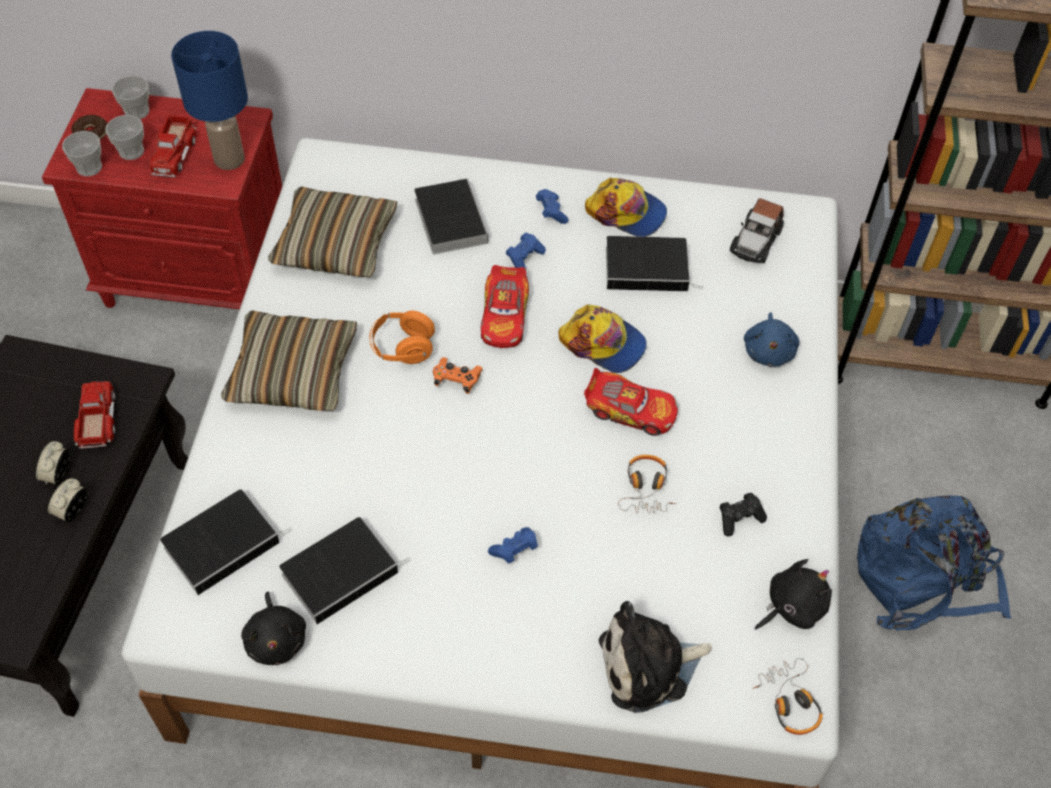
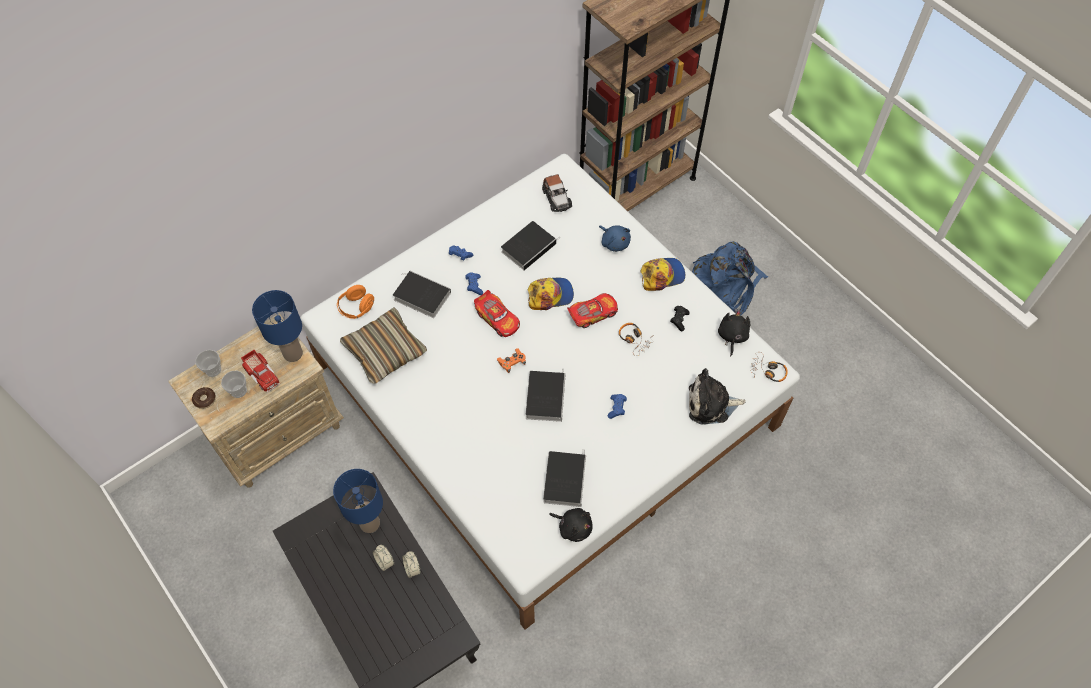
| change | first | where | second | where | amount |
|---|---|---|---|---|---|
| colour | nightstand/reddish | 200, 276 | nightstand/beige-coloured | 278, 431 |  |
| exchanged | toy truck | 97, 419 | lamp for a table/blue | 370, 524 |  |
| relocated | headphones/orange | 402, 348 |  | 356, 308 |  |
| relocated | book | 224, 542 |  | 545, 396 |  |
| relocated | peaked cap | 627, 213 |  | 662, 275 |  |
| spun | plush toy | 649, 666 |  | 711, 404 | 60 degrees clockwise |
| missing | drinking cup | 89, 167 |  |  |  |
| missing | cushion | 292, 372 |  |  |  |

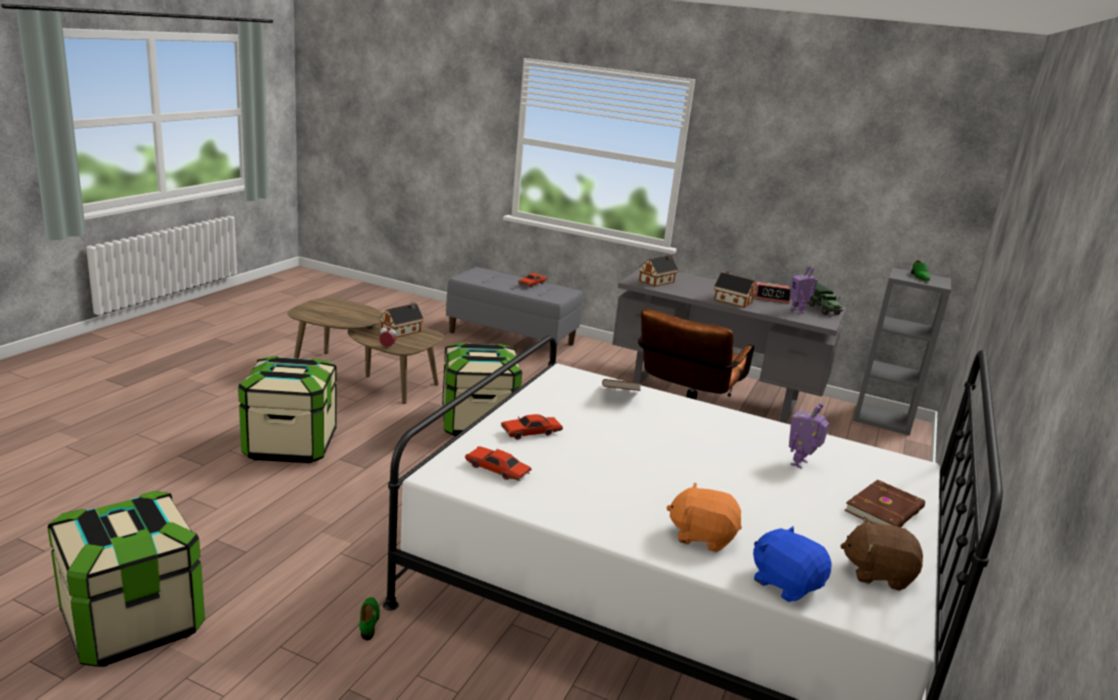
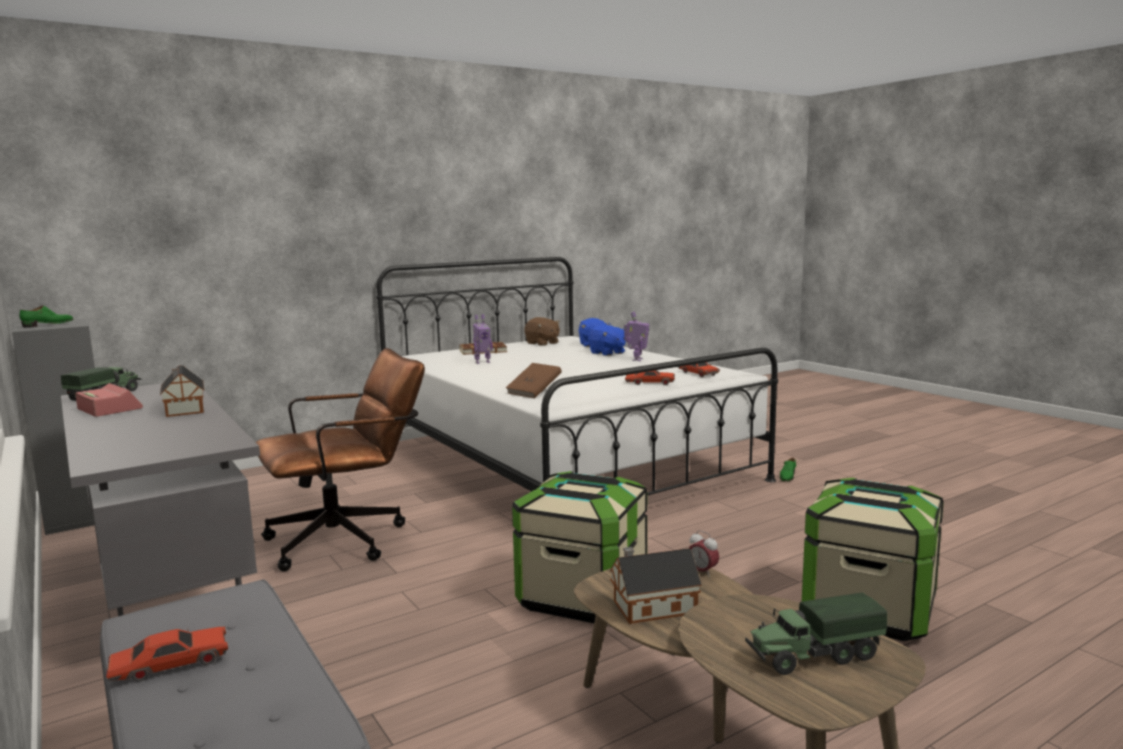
| change | first | where | second | where | amount |
|---|---|---|---|---|---|
| colour | plush toy/orange | 702, 536 | plush toy/blue | 607, 353 |  |
| relocated | robot figure | 798, 311 |  | 636, 359 |  |
| appeared |  |  | toy truck | 813, 656 |  |
| missing | storage box | 133, 623 |  |  |  |
| missing | miniature house | 658, 281 |  |  |  |

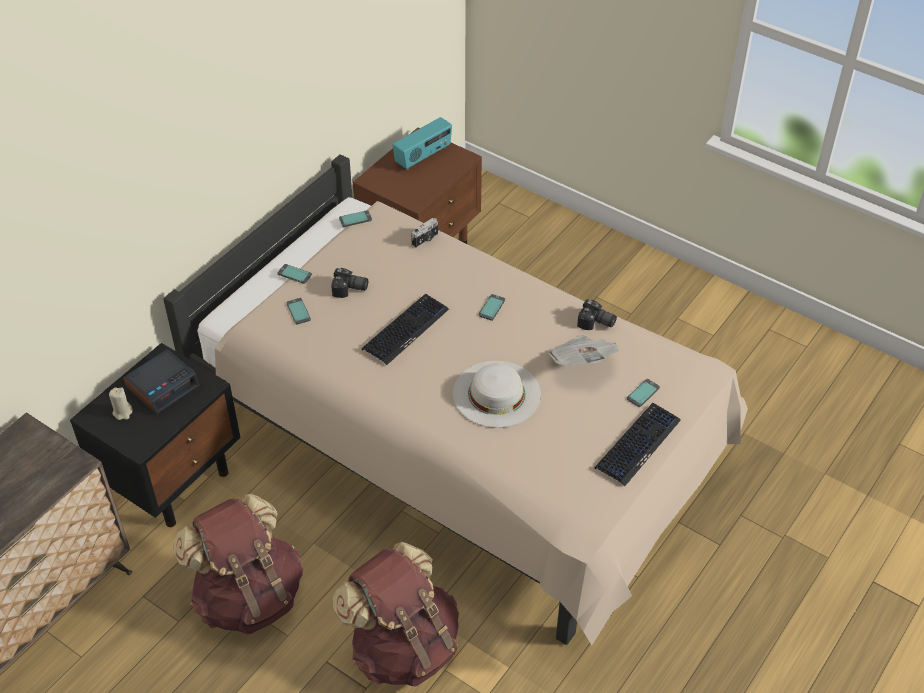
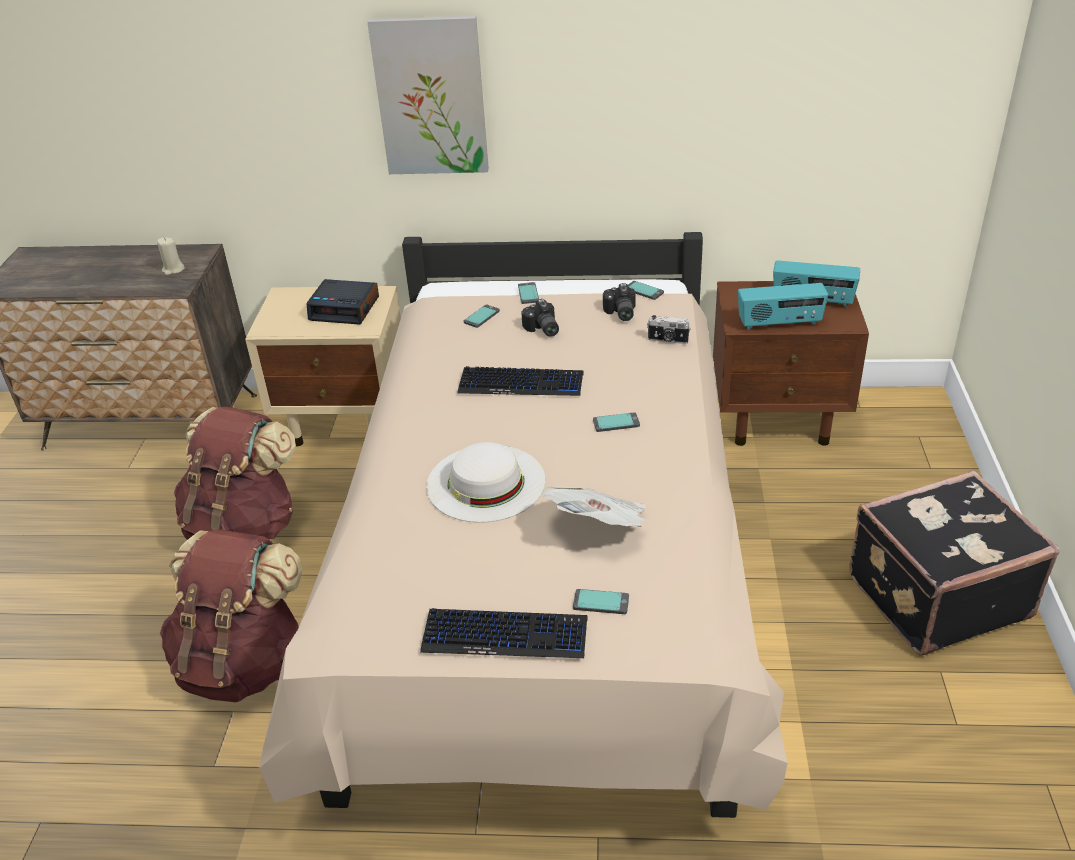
| change | first | where | second | where | amount |
|---|---|---|---|---|---|
| relocated | wax light/beige-coloured | 122, 412 |  | 173, 270 |  |
| colour | nightstand/blackish | 173, 479 | nightstand/beige-coloured | 346, 420 |  |
| appeared |  |  | wall picture | 431, 96 |  |
| relocated | still camera | 596, 323 |  | 619, 313 |  |
| appeared |  |  | radio set | 779, 324 |  |
| appeared |  |  | piece of luggage/blackish | 935, 595 |  |

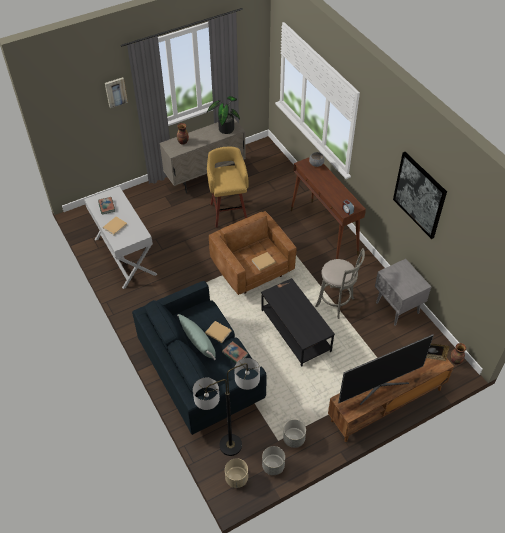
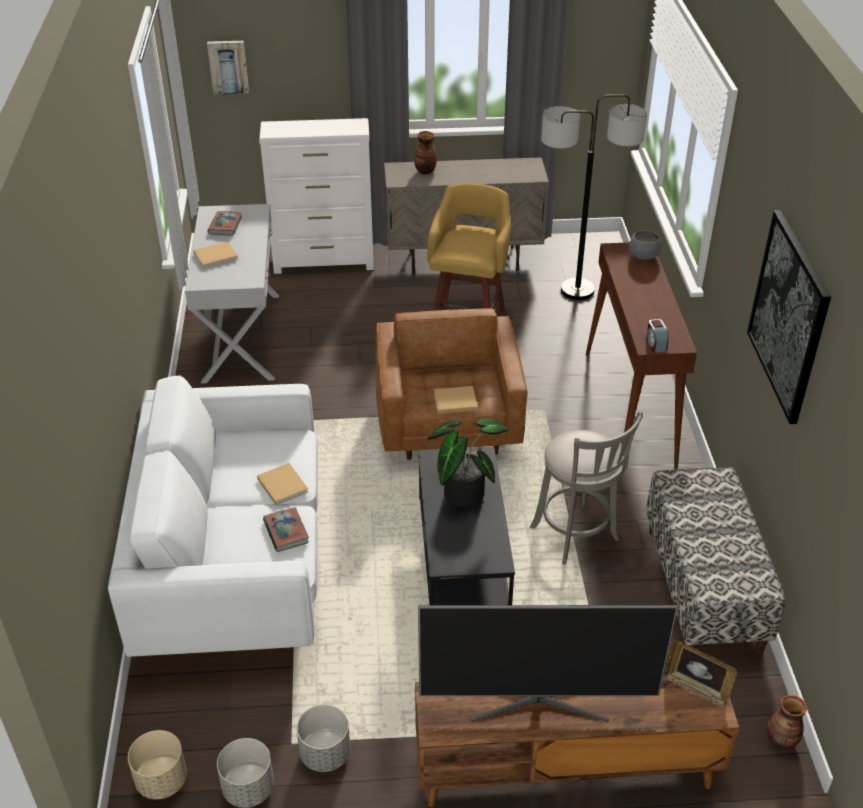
| change | first | where | second | where | amount |
|---|---|---|---|---|---|
| colour | sofa/blue | 201, 373 | sofa/white-coloured | 234, 563 |  |
| relocated | wall picture | 115, 92 |  | 228, 66 |  |
| appeared |  |  | chest of drawers/white-coloured | 324, 262 |  |
| relocated | potted plant | 225, 128 |  | 463, 490 |  |
| relocated | floor lamp | 230, 445 |  | 577, 290 |  |
| exchanged | nightstand/grey | 397, 308 | bench | 703, 589 |  |
| missing | cushion/green | 198, 342 |  |  |  |

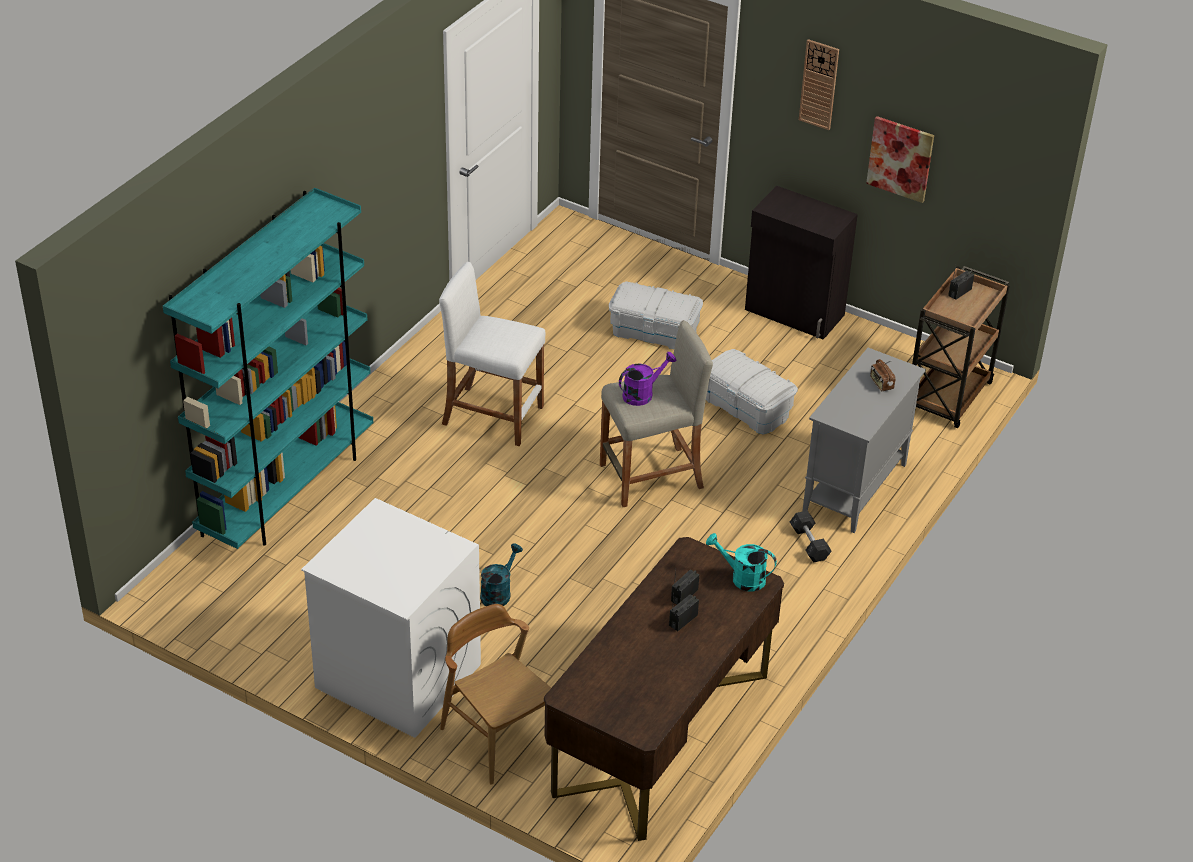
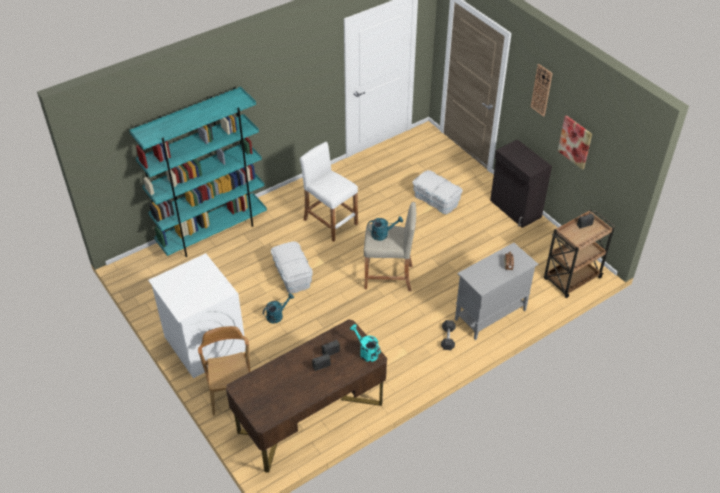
| change | first | where | second | where | amount |
|---|---|---|---|---|---|
| relocated | storage box/white-coloured | 746, 407 |  | 292, 275 |  |
| colour | watering can/purplish | 642, 394 | watering can/turquoise | 383, 234 |  |

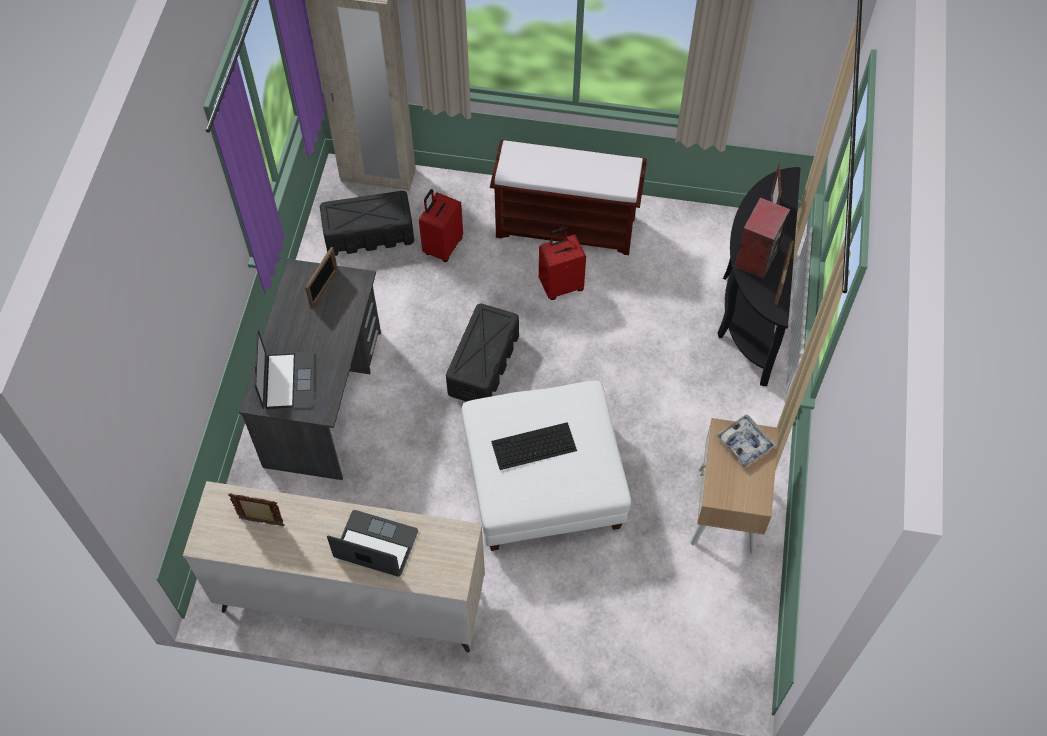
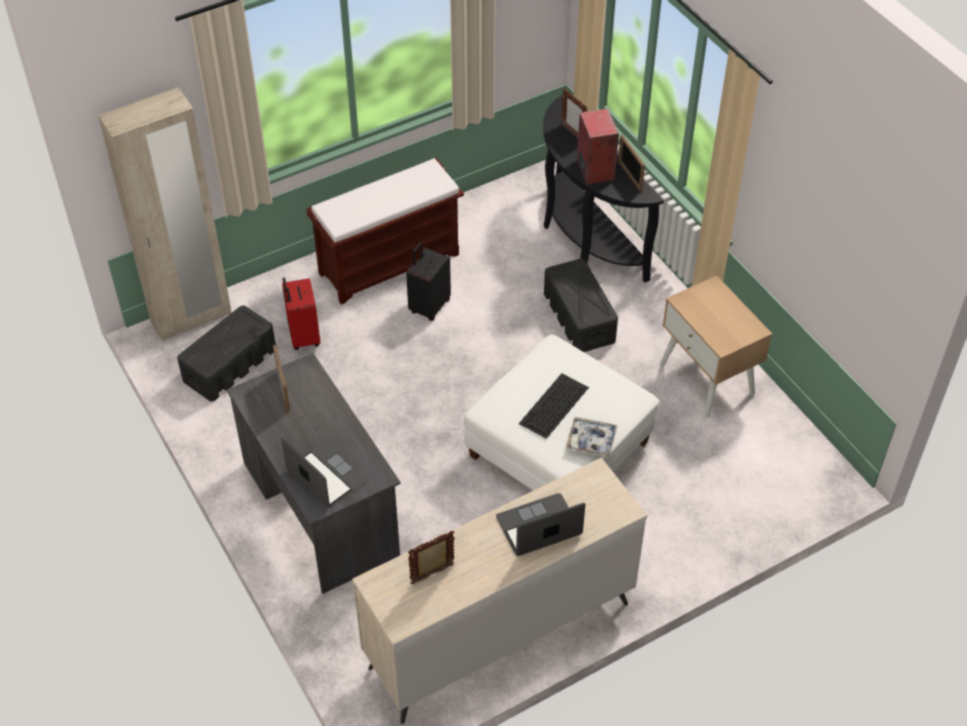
| change | first | where | second | where | amount |
|---|---|---|---|---|---|
| colour | piece of luggage/reddish | 561, 285 | piece of luggage/blackish | 429, 306 |  |
| relocated | storage box/blackish | 484, 364 |  | 578, 317 |  |
| relocated | tray | 744, 443 |  | 591, 440 |  |

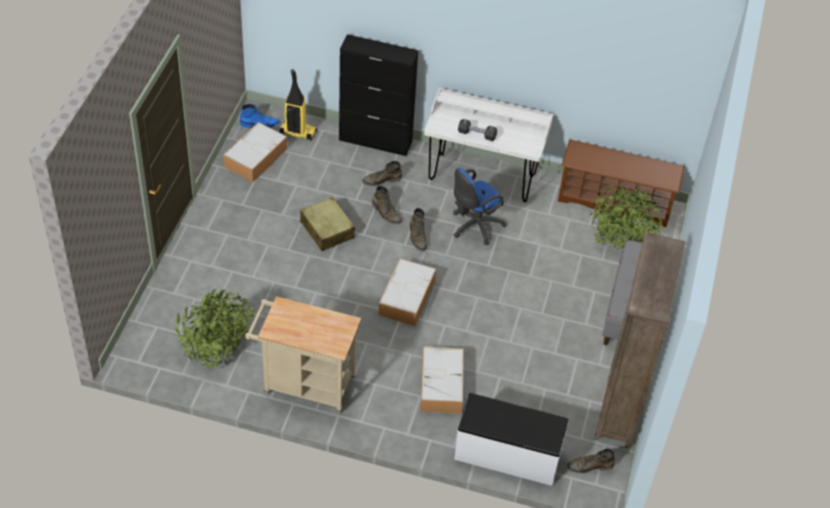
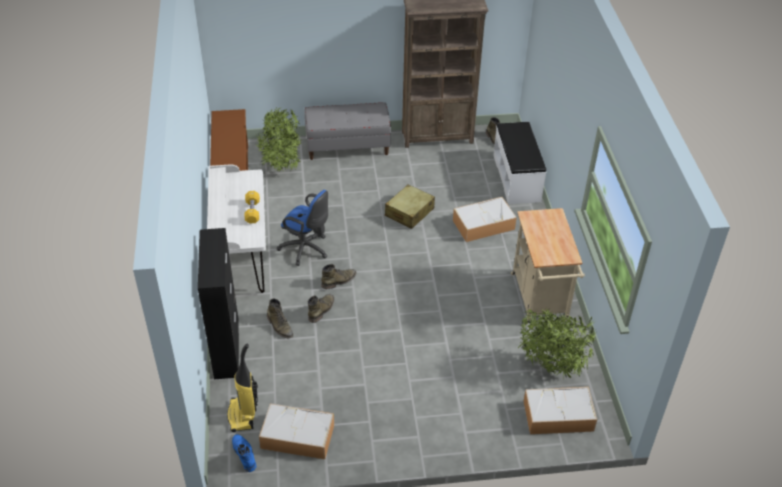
| change | first | where | second | where | amount |
|---|---|---|---|---|---|
| colour | free weight/blackish | 477, 135 | free weight/yellowish | 252, 212 |  |
| relocated | piece of luggage/beige-coloured | 327, 230 |  | 409, 212 |  |
| relocated | storage box | 407, 297 |  | 557, 416 |  |

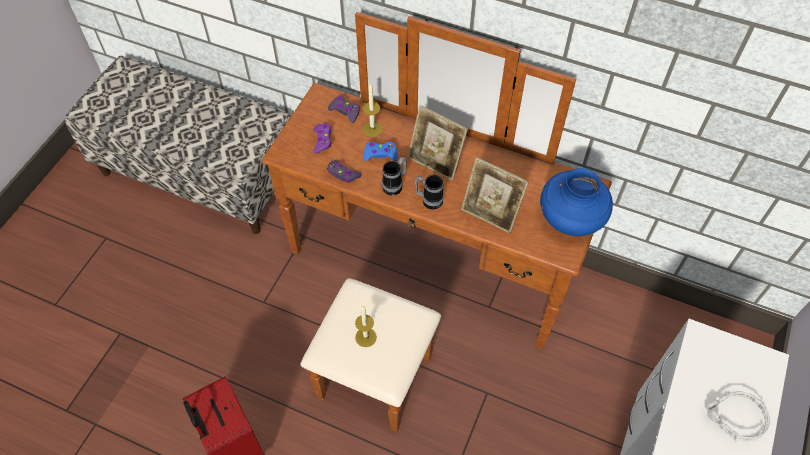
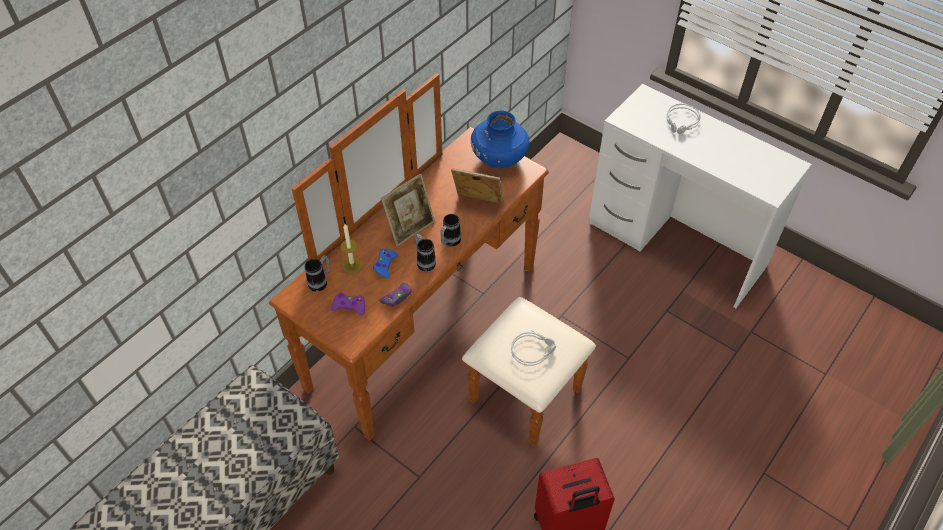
| change | first | where | second | where | amount |
|---|---|---|---|---|---|
| exchanged | gamepad/purplish | 345, 111 | mug | 321, 282 |  |
| spun | standing frame | 490, 214 |  | 477, 205 | 120 degrees counterclockwise |
| exchanged | wax light | 366, 337 | headphones/grey | 532, 349 |  |

